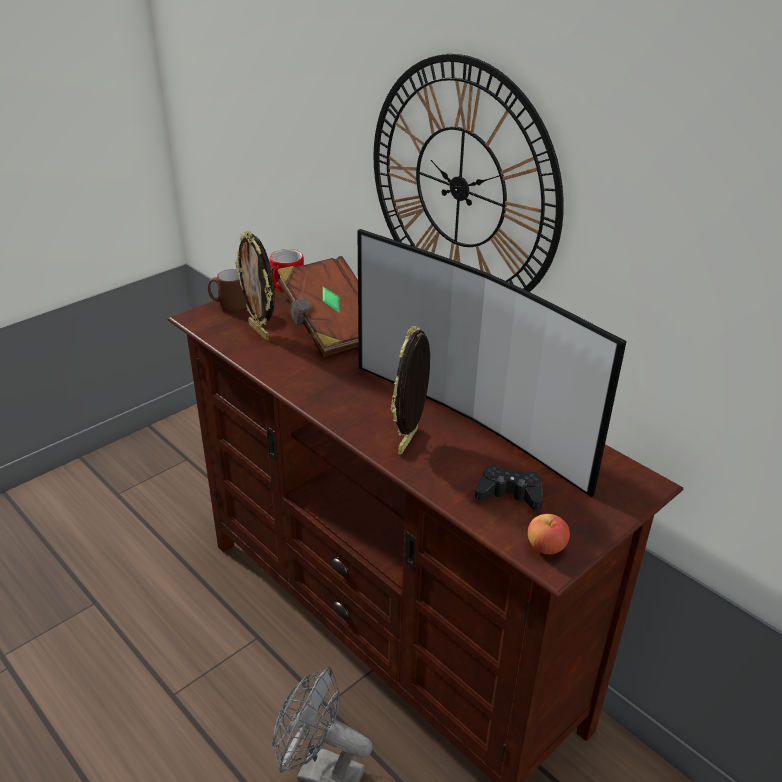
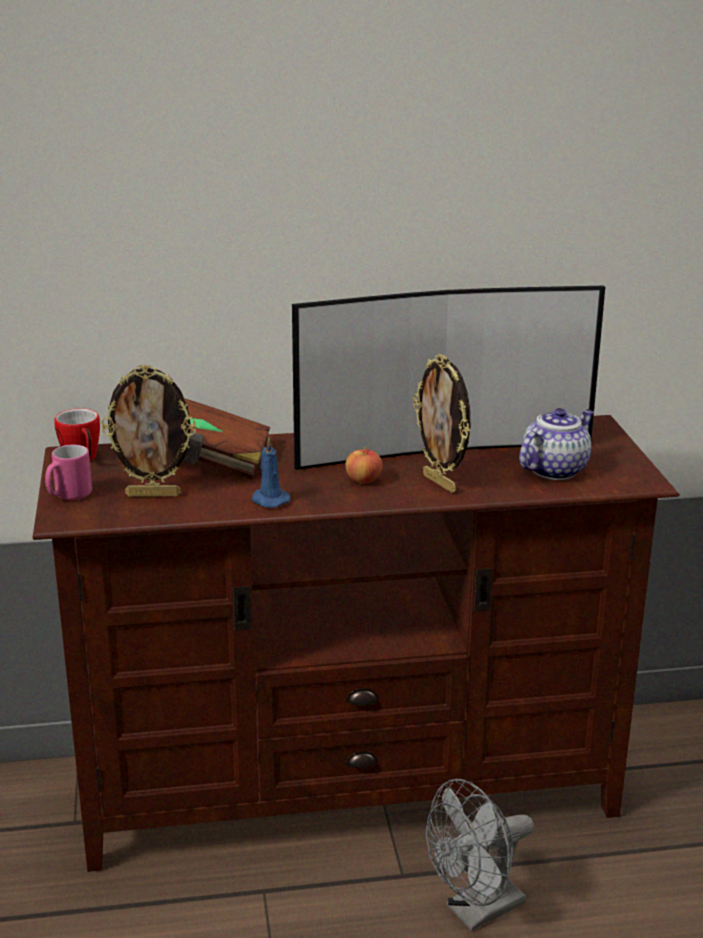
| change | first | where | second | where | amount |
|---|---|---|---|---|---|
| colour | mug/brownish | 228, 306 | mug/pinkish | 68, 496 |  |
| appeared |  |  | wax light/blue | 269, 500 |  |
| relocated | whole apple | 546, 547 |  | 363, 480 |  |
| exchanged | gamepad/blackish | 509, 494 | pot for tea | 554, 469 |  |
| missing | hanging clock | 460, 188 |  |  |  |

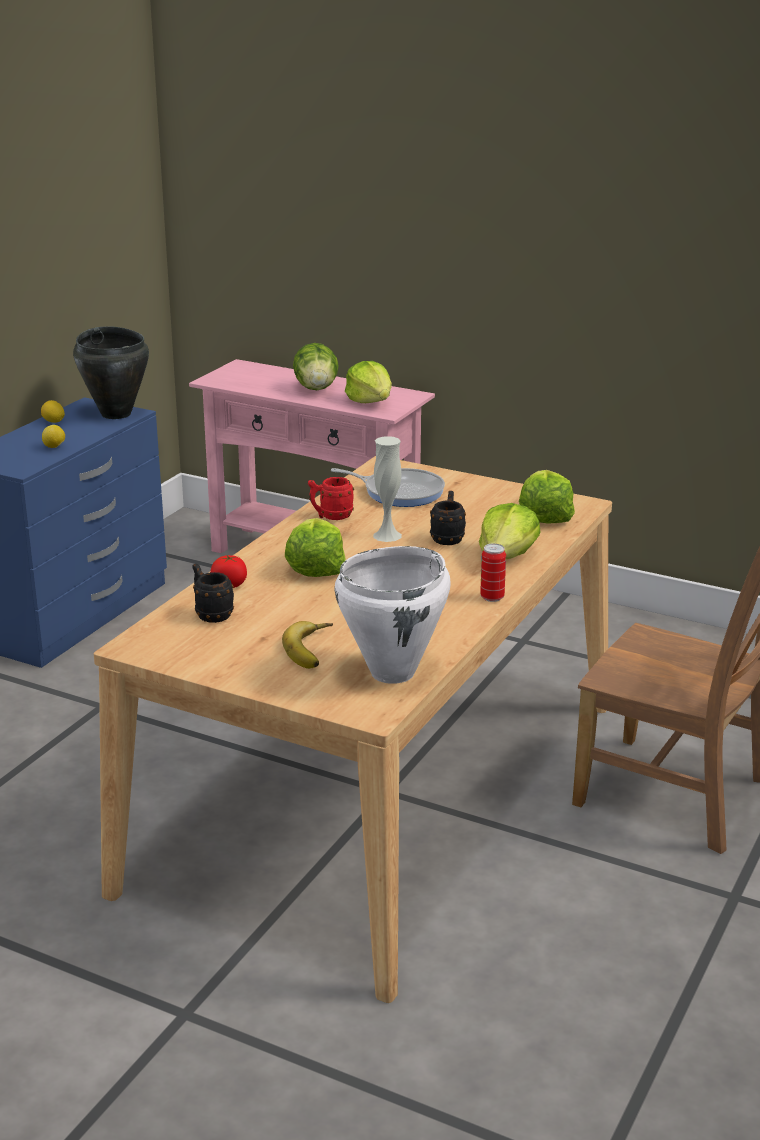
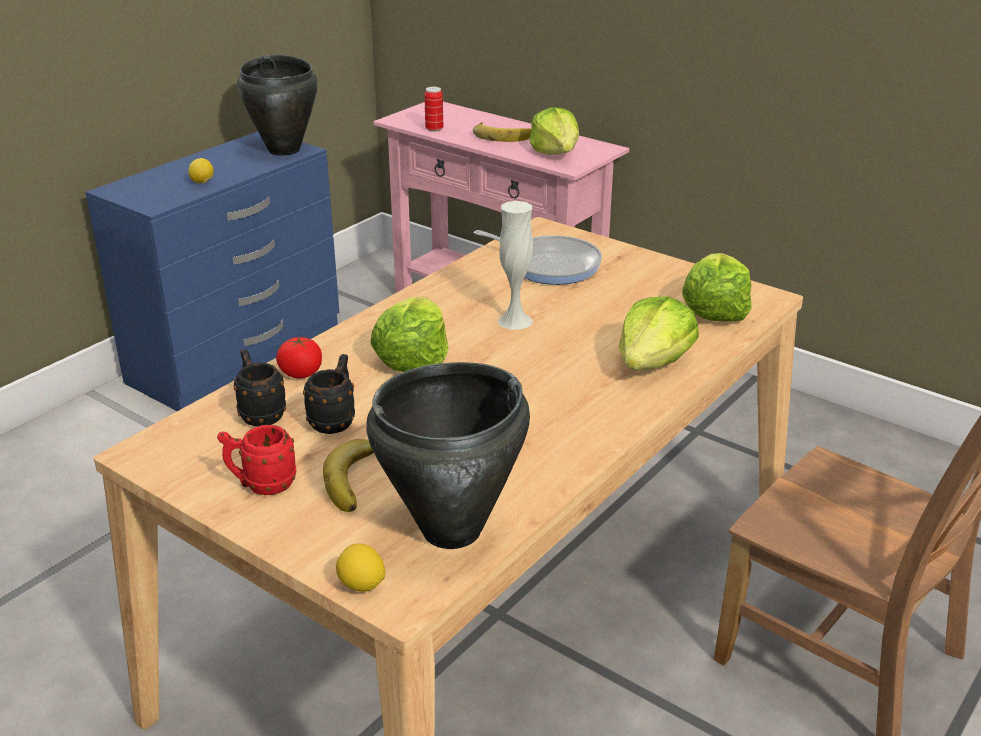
| change | first | where | second | where | amount |
|---|---|---|---|---|---|
| relocated | mug/reddish | 331, 516 |  | 261, 484 |  |
| relocated | mug/blackish | 447, 538 |  | 335, 420 |  |
| relocated | citrus fruit | 53, 422 |  | 361, 585 |  |
| colour | saucepot/white-coloured | 393, 673 | saucepot/blackish | 453, 530 |  |
| relocated | can | 492, 597 |  | 434, 129 |  |
| exchanged | head of lettuce | 316, 388 | banana | 503, 135 |  |

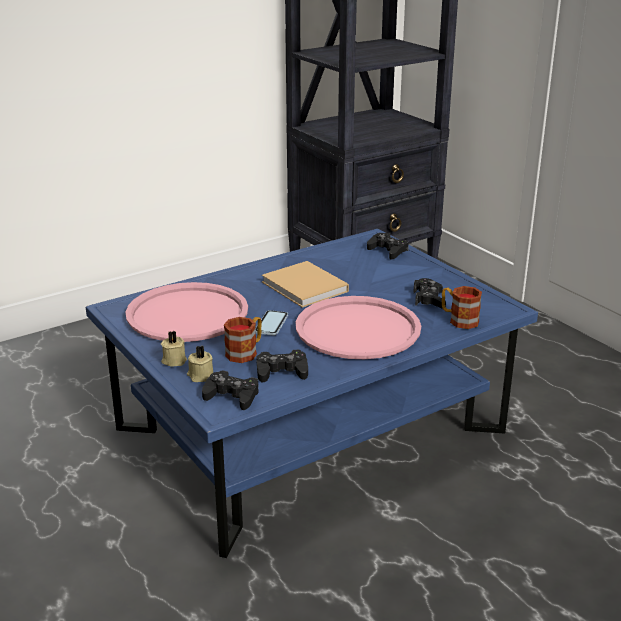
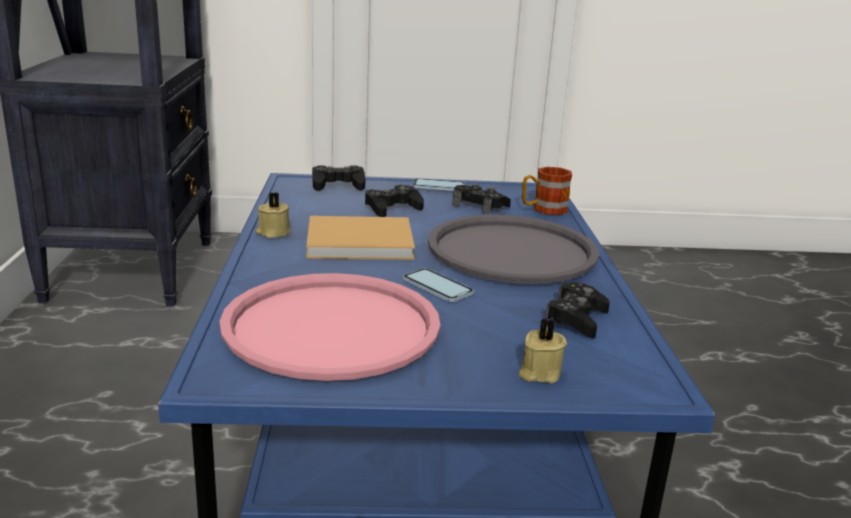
| change | first | where | second | where | amount |
|---|---|---|---|---|---|
| relocated | wax light/beige-coloured | 174, 360 |  | 272, 232 |  |
| relocated | gamepad/blackish | 232, 396 |  | 392, 208 |  |
| appeared |  |  | phone | 439, 187 |  |
| colour | tray/pinkish | 358, 329 | tray/grey | 512, 250 |  |
| missing | mug | 245, 352 |  |  |  |

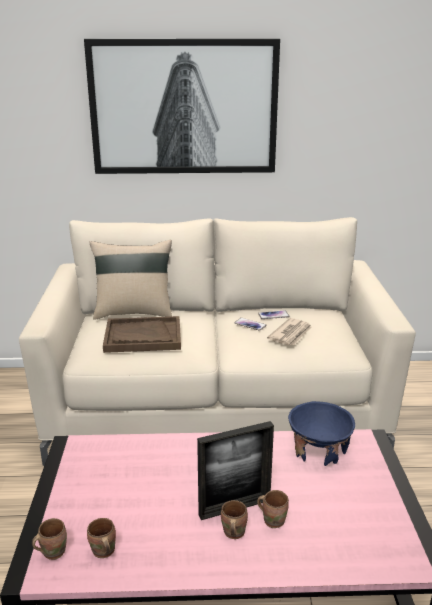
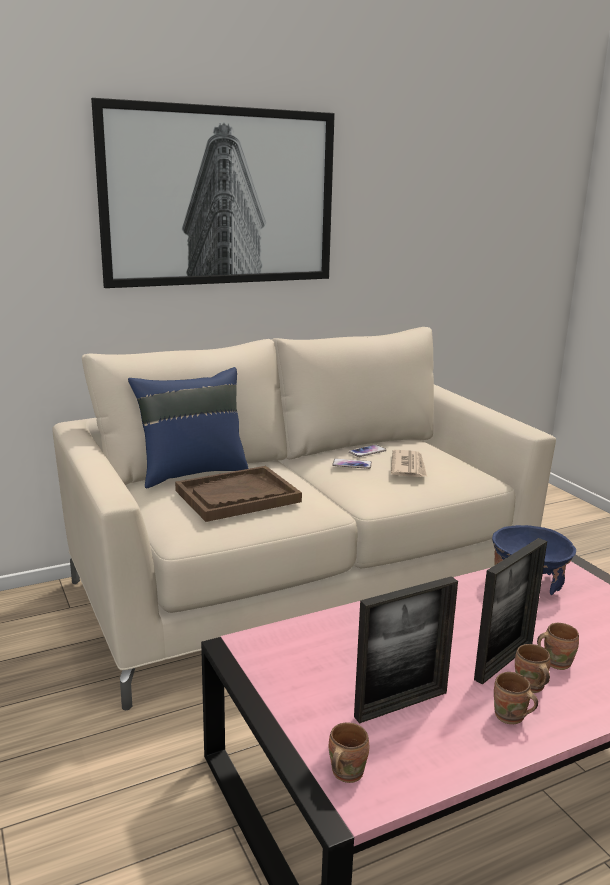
| change | first | where | second | where | amount |
|---|---|---|---|---|---|
| colour | cushion/beige-coloured | 134, 312 | cushion/blue | 192, 473 |  |
| appeared |  |  | standing frame | 401, 704 |  |
| relocated | mug/brownish | 102, 552 |  | 510, 718 |  |

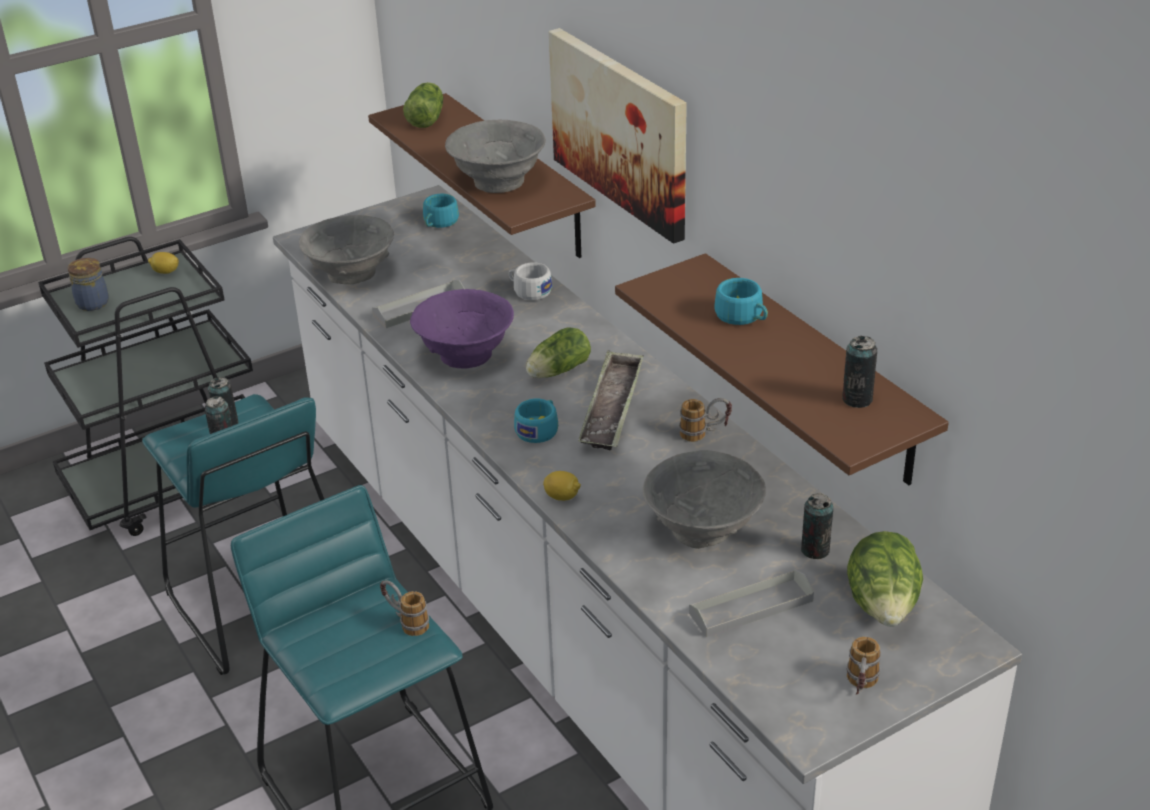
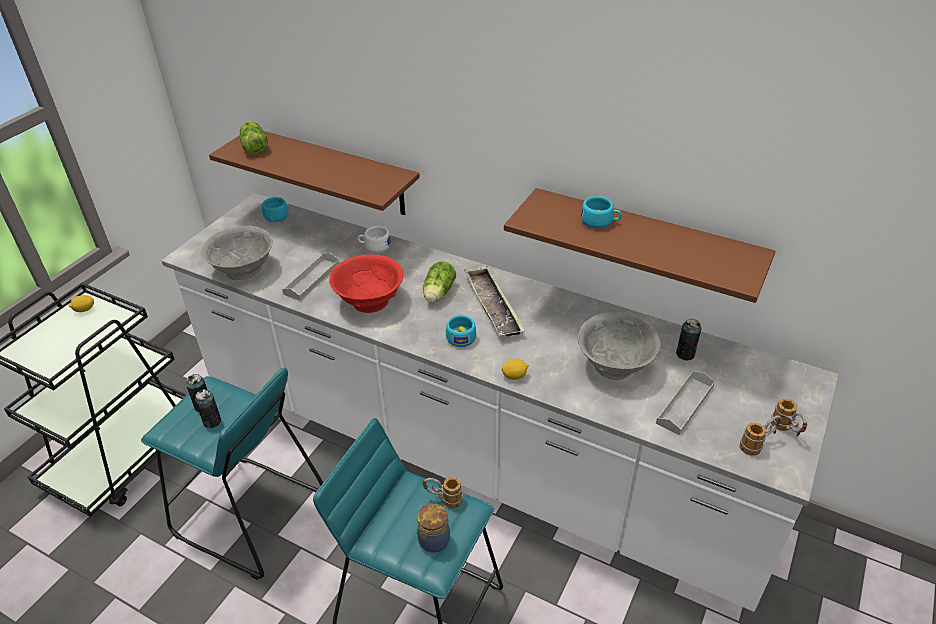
| change | first | where | second | where | amount |
|---|---|---|---|---|---|
| colour | bowl/purplish | 465, 354 | bowl/reddish | 369, 301 |  |
| relocated | preserve jar | 93, 302 |  | 433, 539 |  |
| relocated | mug | 704, 434 |  | 757, 444 |  |
| missing | bowl/grey | 497, 182 |  |  |  |
| missing | wall picture | 621, 131 |  |  |  |
| missing | can | 857, 399 |  |  |  |
| missing | head of lettuce | 883, 607 |  |  |  |

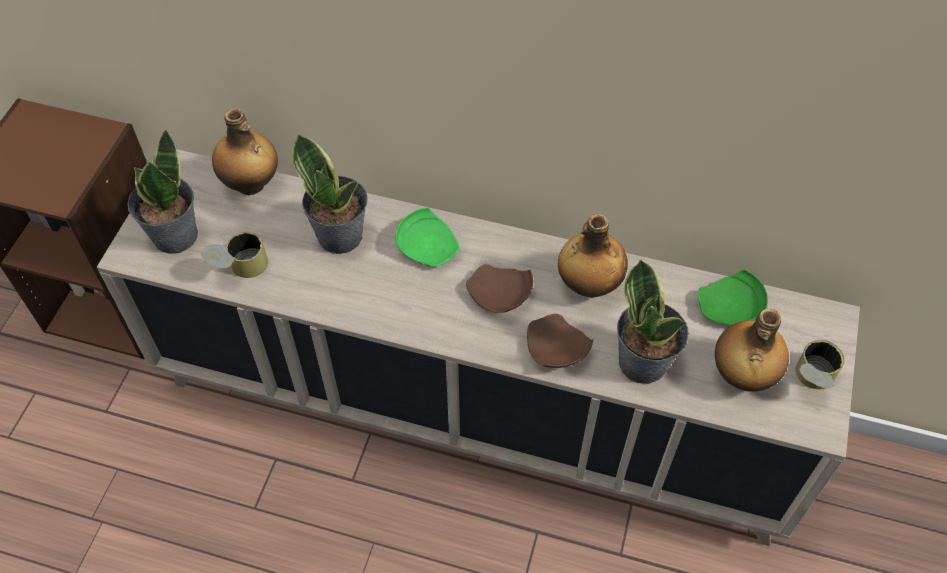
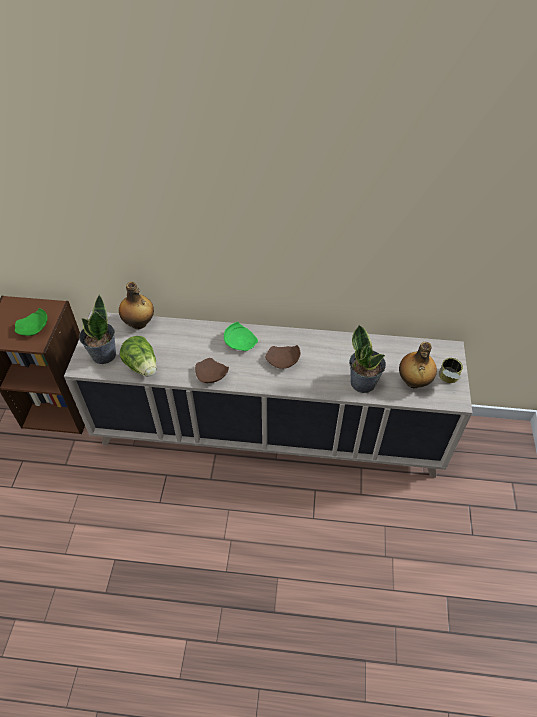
| change | first | where | second | where | amount |
|---|---|---|---|---|---|
| relocated | flat dish/green | 729, 308 |  | 34, 328 |  |
| exchanged | can | 239, 268 | head of lettuce | 142, 366 |  |
| relocated | flat dish/brownish | 555, 351 |  | 211, 376 |  |
| missing | potted plant | 341, 235 |  |  |  |
| missing | drink bottle | 588, 285 |  |  |  |

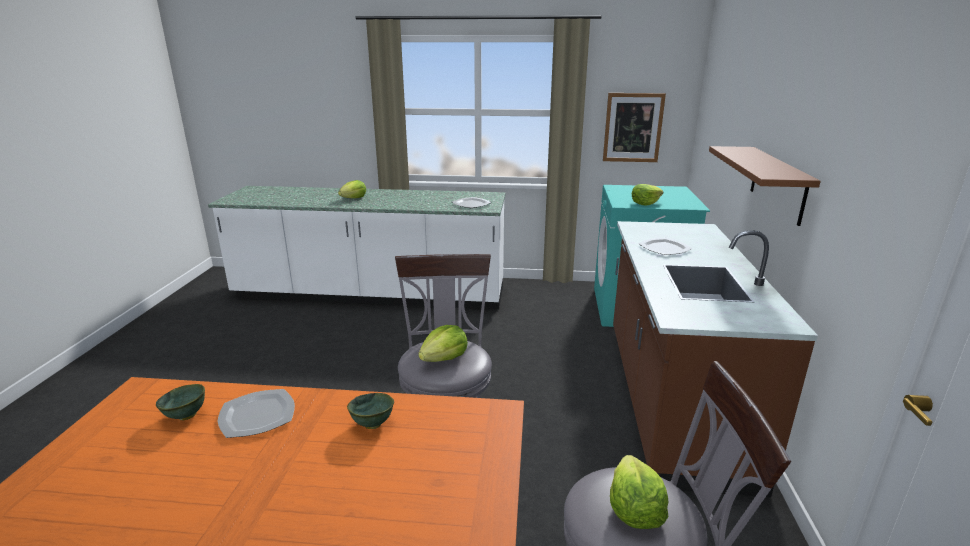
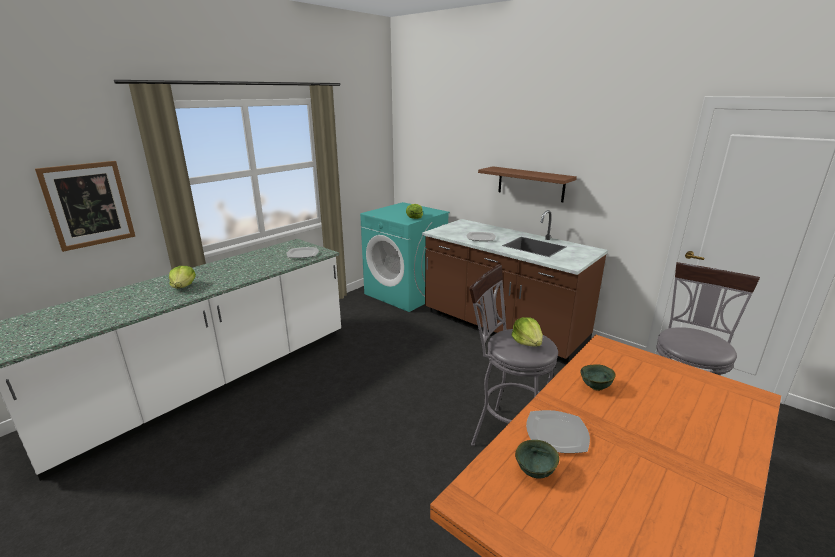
| change | first | where | second | where | amount |
|---|---|---|---|---|---|
| relocated | wall picture | 633, 127 |  | 88, 205 |  |
| missing | head of lettuce | 634, 509 |  |  |  |

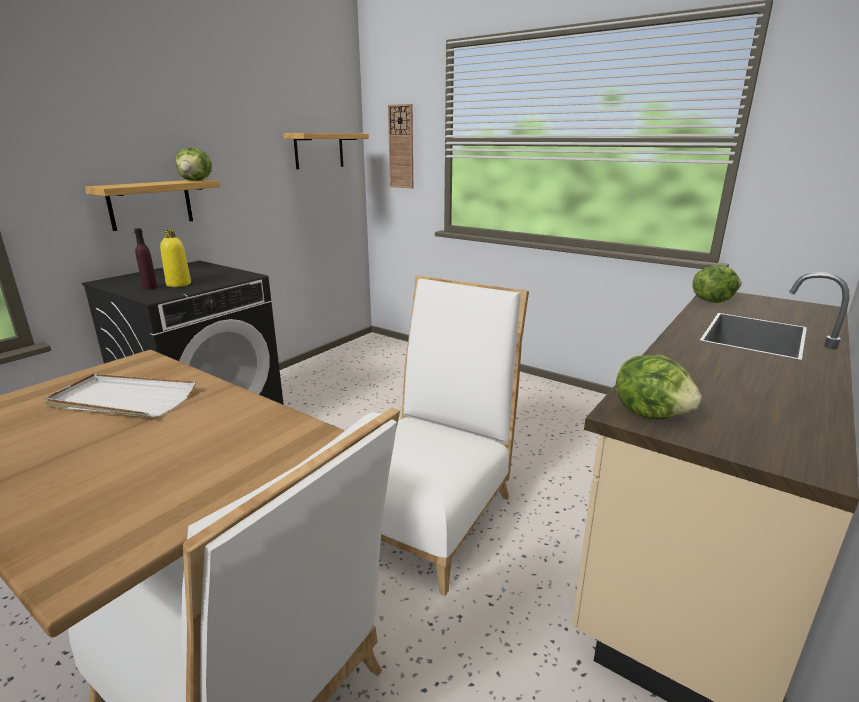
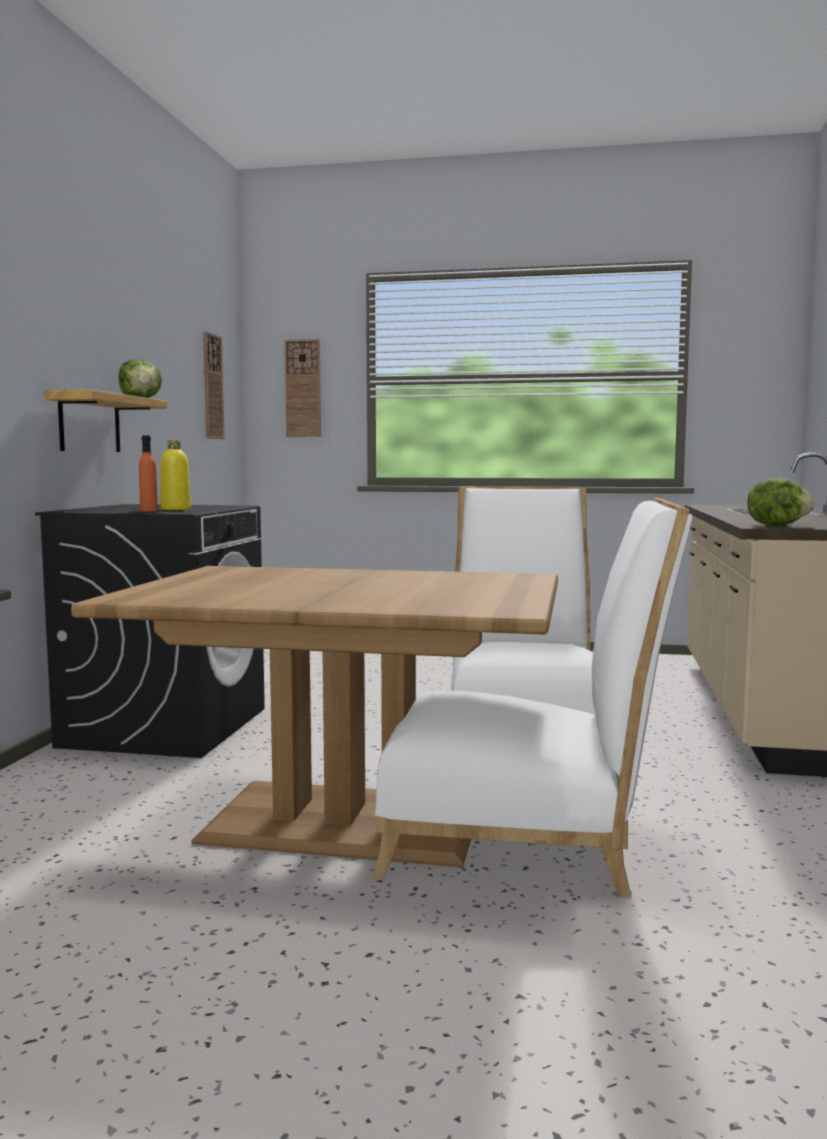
| change | first | where | second | where | amount |
|---|---|---|---|---|---|
| colour | drink bottle/purplish | 150, 287 | drink bottle/orange | 148, 510 |  |
| exchanged | shelf | 319, 150 | hanging clock | 212, 386 |  |
| missing | tray/white-coloured | 122, 400 |  |  |  |
| missing | head of lettuce | 712, 301 |  |  |  |

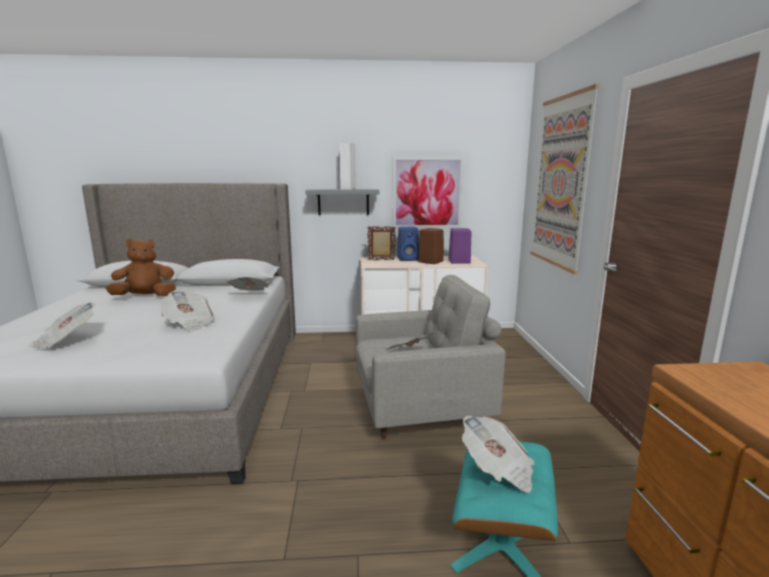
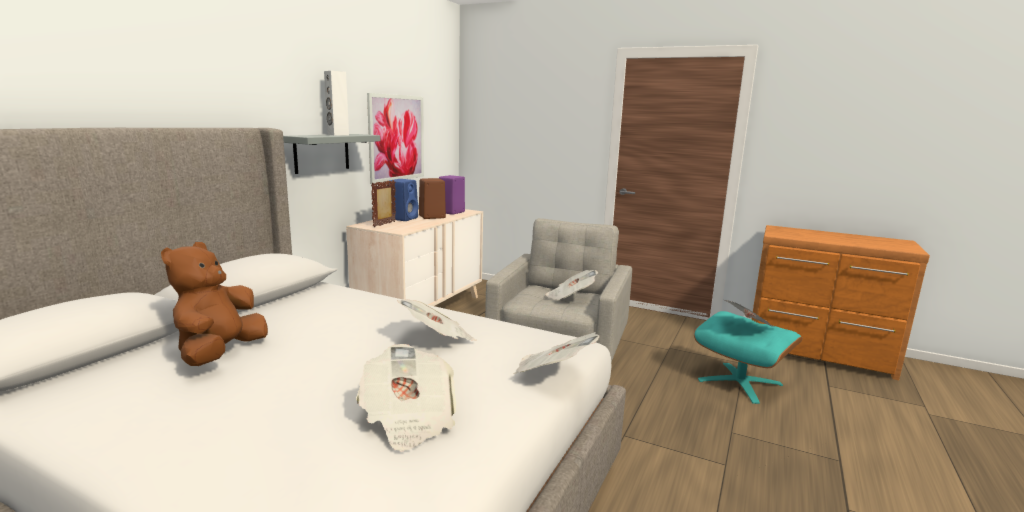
| change | first | where | second | where | amount |
|---|---|---|---|---|---|
| relocated | newspaper | 250, 295 |  | 553, 374 |  |
| missing | wall picture | 560, 182 |  |  |  |

